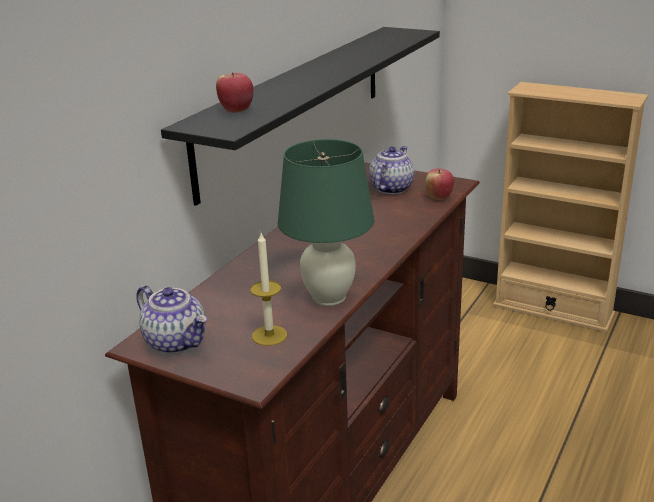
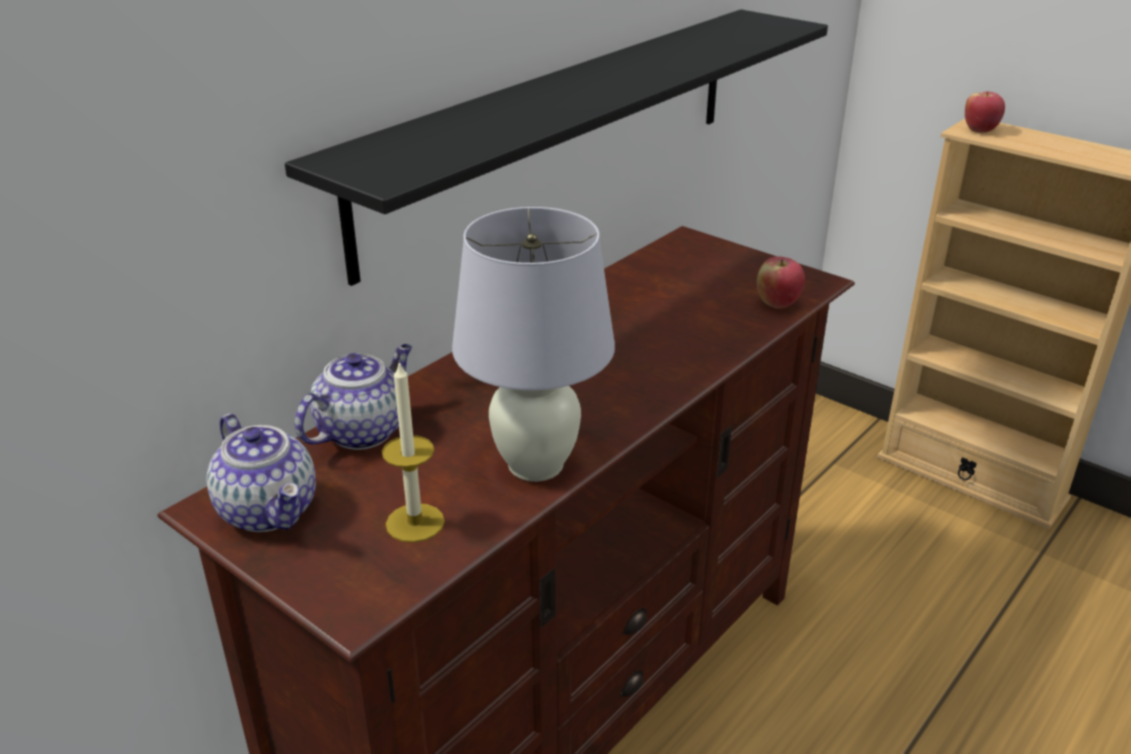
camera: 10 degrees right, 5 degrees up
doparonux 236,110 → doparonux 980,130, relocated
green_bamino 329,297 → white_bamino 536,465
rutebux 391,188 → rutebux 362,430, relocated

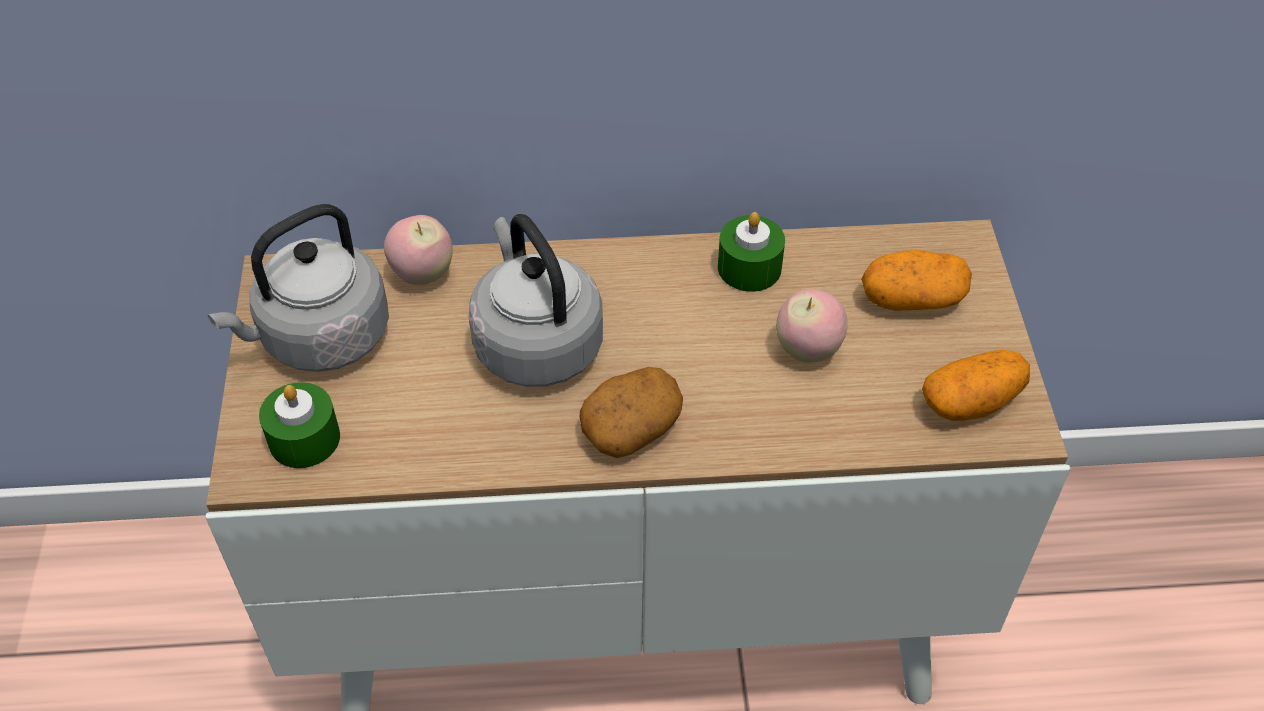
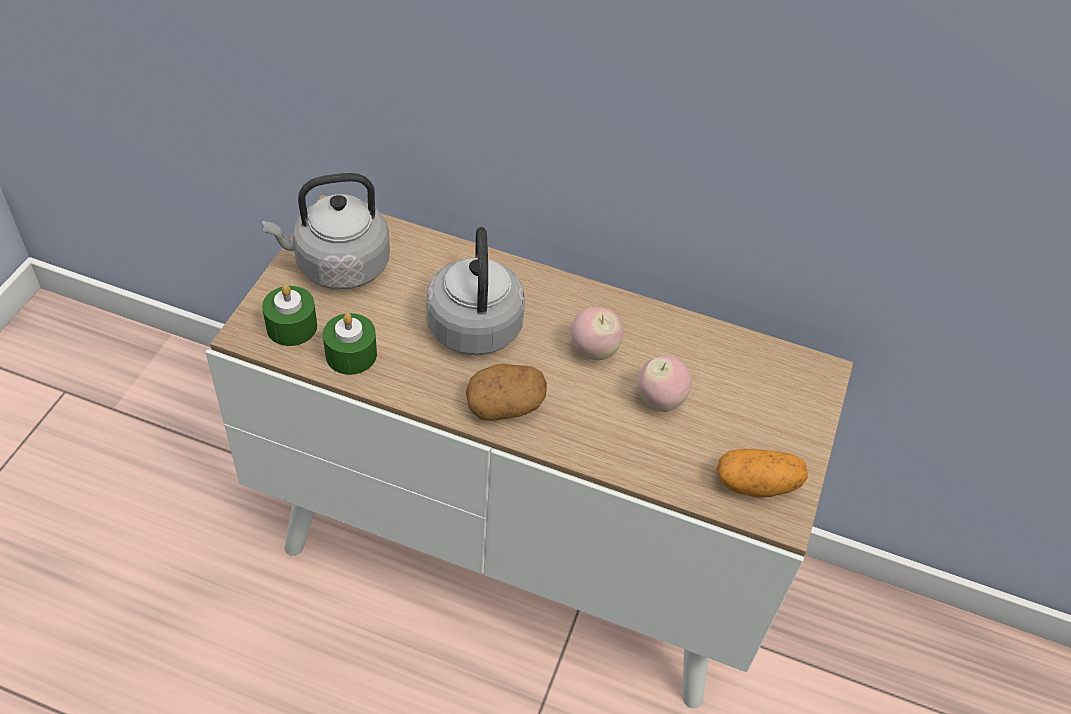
camera: 20 degrees right, 0 degrees up
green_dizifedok 749,268 → green_dizifedok 351,354, relocated
doparonux 423,274 → doparonux 593,351, relocated
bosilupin 912,299 → -

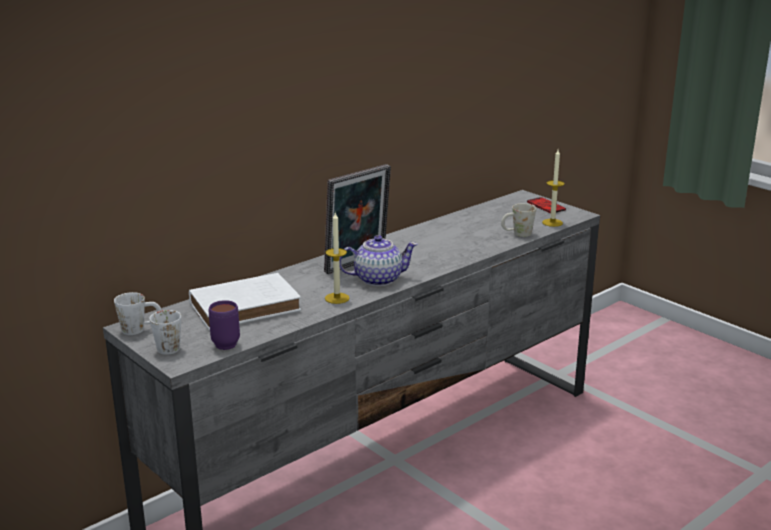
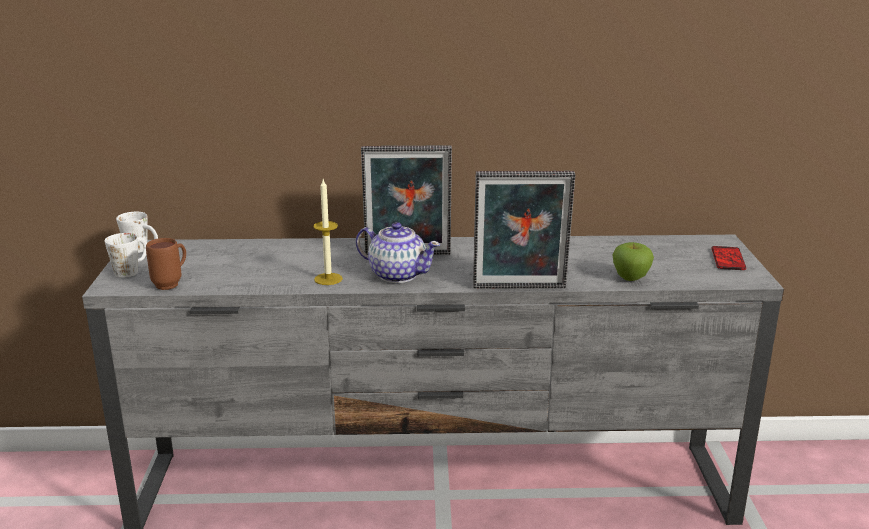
camera: 40 degrees right, 0 degrees up
dizifedok 552,222 → -
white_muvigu 517,234 → doparonux 631,278
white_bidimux 248,306 → -
purple_muvigu 226,342 → brown_muvigu 172,283
- → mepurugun 519,289

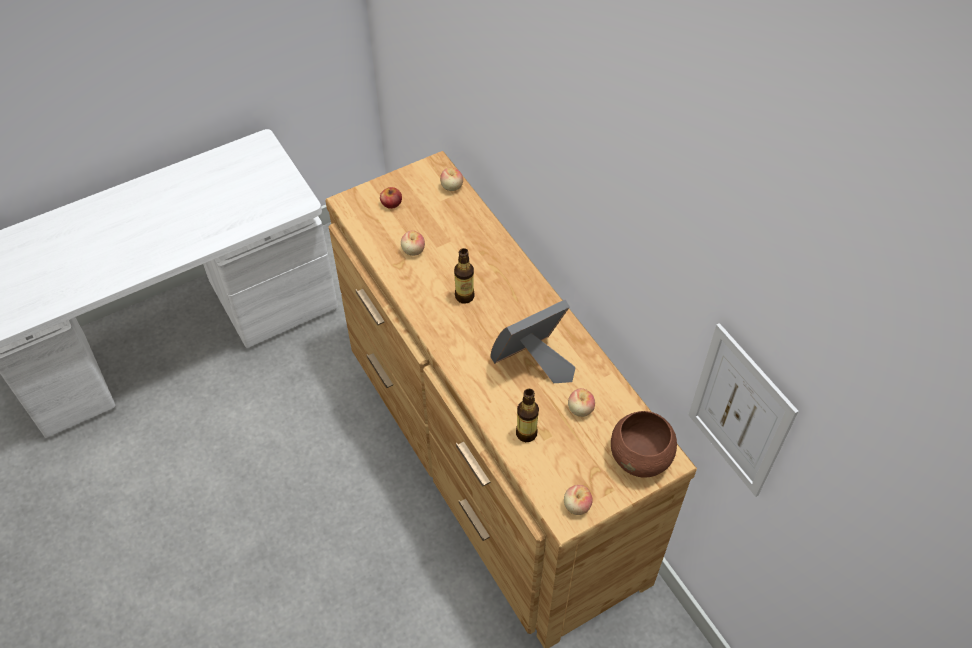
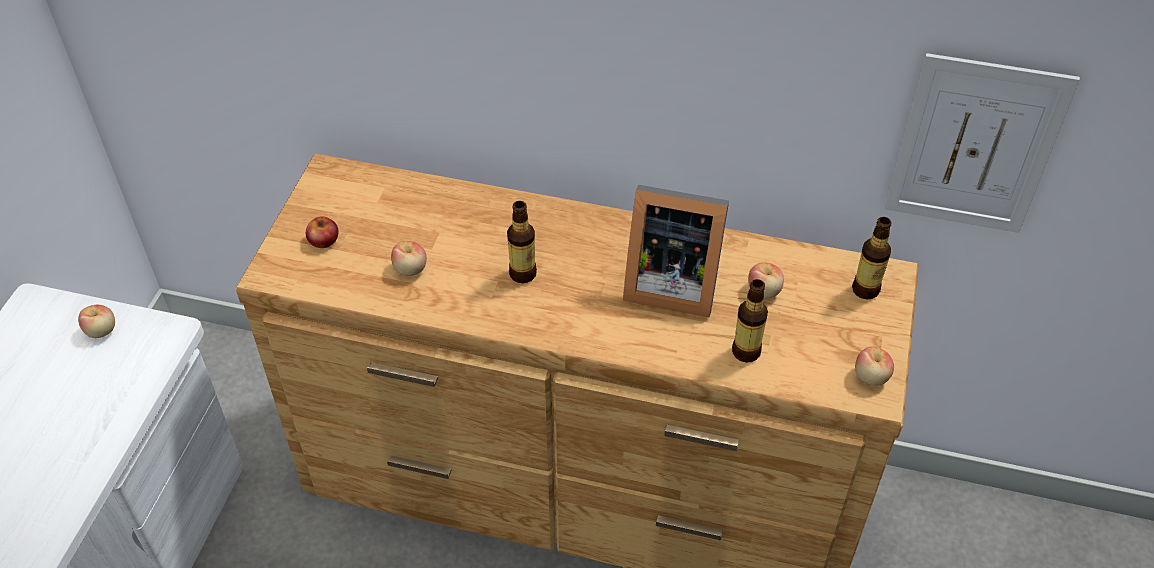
camera: 45 degrees left, 5 degrees down
doparonux 452,187 → doparonux 101,331, relocated
mepurugun 533,362 → mepurugun 669,283, 90 degrees counterclockwise
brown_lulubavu 641,457 → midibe 865,289

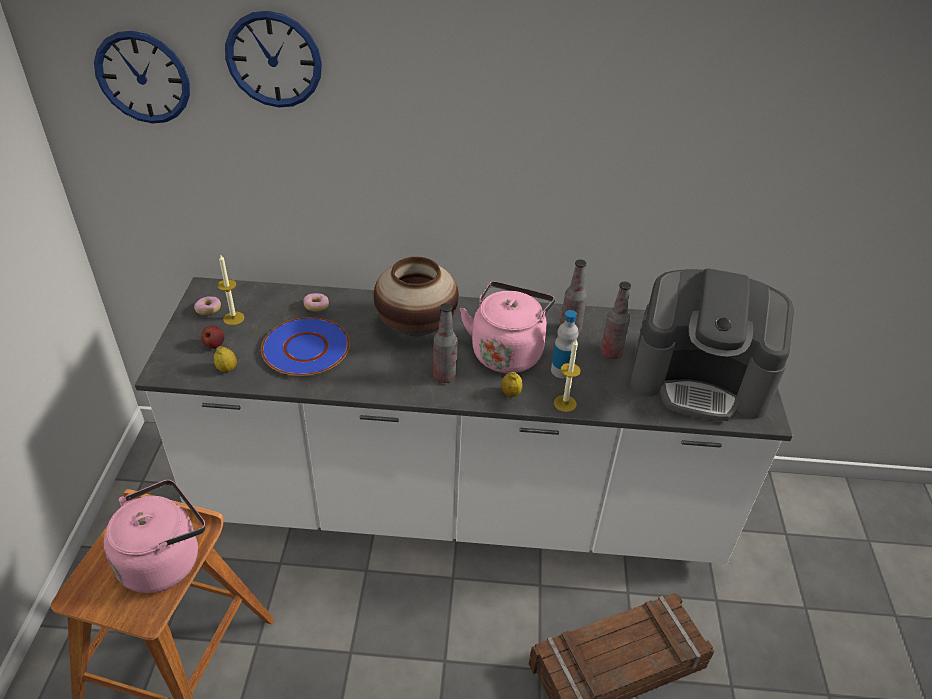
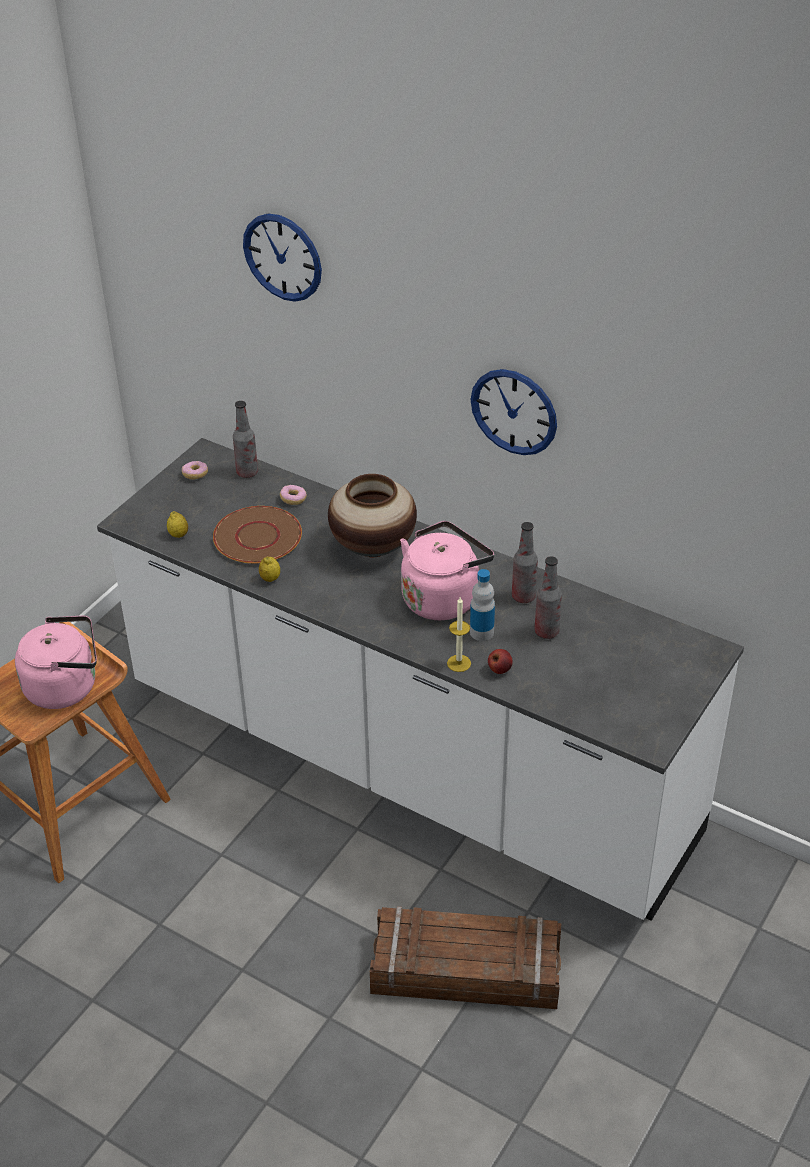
camera: 30 degrees right, 0 degrees up
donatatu 143,78 → donatatu 514,411, relocated
dizifedok 233,318 → -
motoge 700,378 → -
midibe 444,376 → midibe 247,472, relocated
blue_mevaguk 305,348 → brown_mevaguk 257,536
doparonux 214,345 → doparonux 499,669, relocated
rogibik 511,393 → rogibik 270,579, relocated

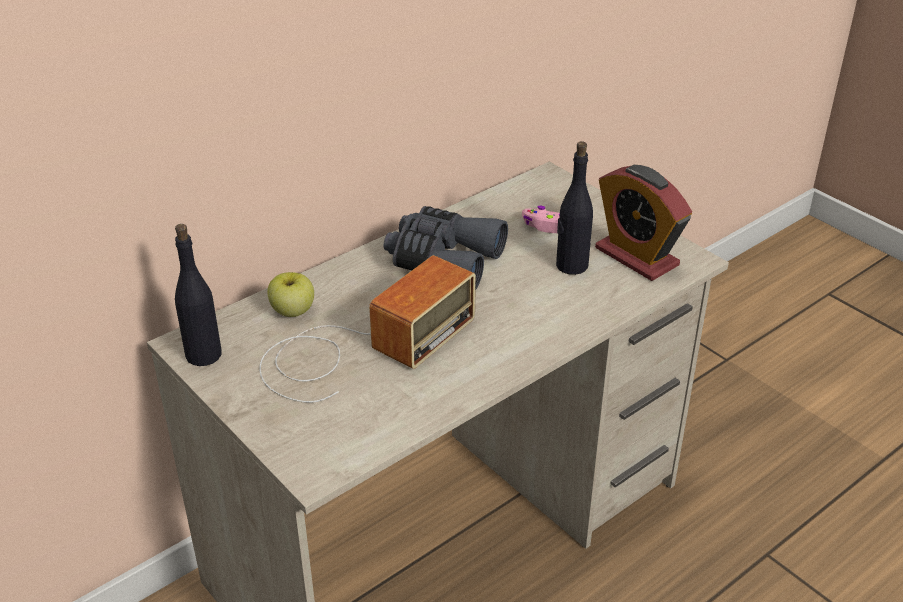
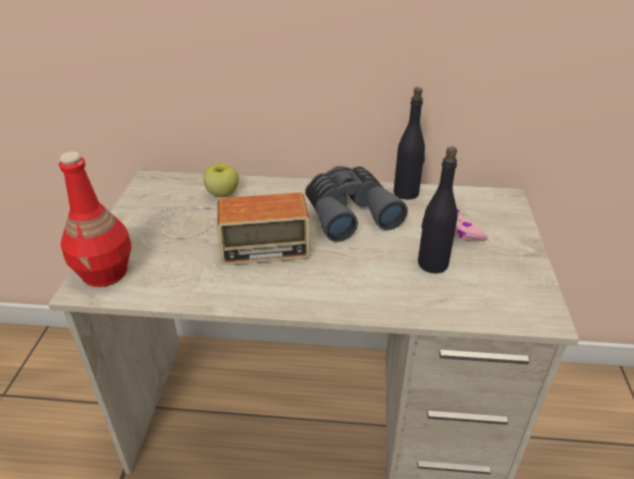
camera: 45 degrees right, 0 degrees up
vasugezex 636,257 → -
black_midibe 204,354 → black_midibe 406,193, relocated
- → red_midibe 106,272

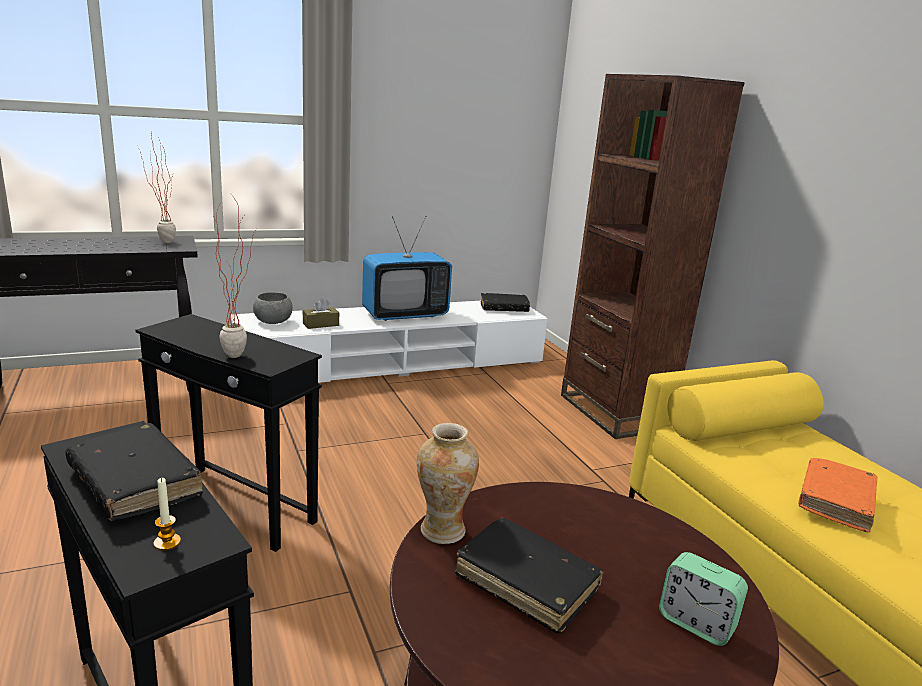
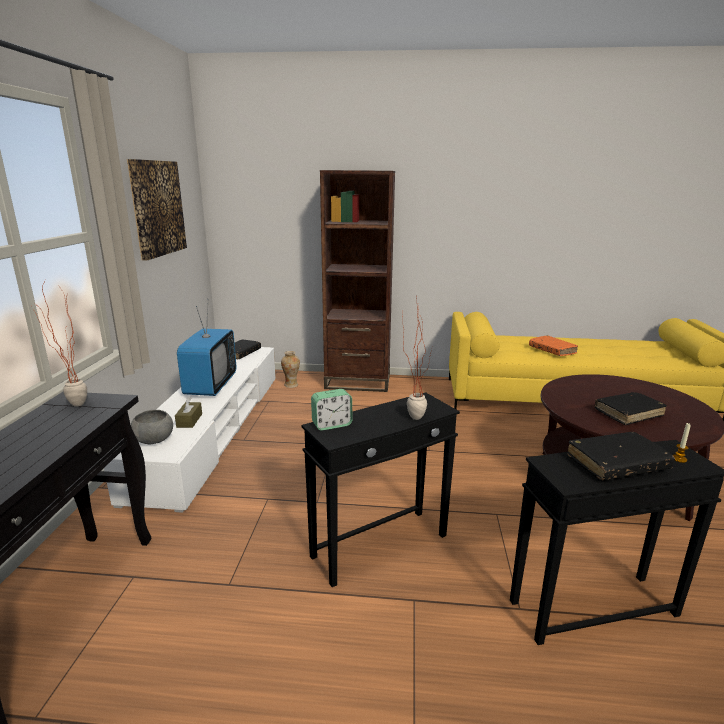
camera: 60 degrees left, 0 degrees up
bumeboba 442,531 → bumeboba 291,385, relocated
vasugezex 696,623 → vasugezex 332,424, relocated
- → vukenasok 157,208

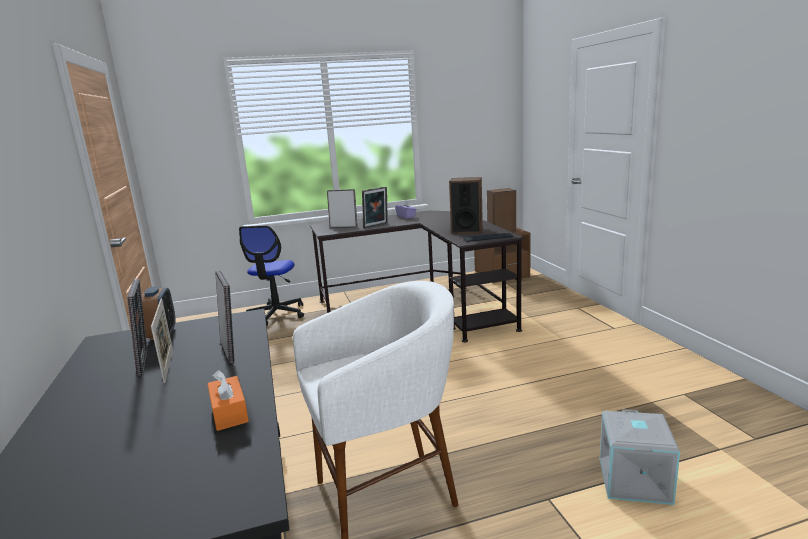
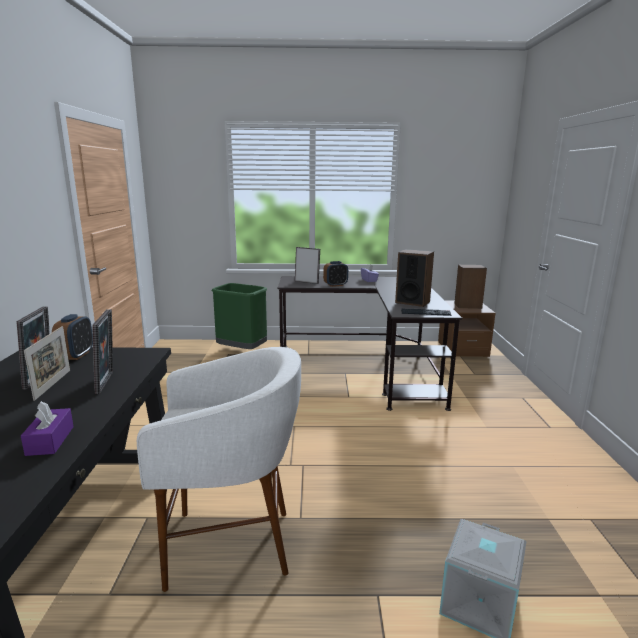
camera: 15 degrees right, 0 degrees up
mepurugun 376,225 → vasugezex 335,285
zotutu 276,314 → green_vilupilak 241,351
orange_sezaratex 229,412 → purple_sezaratex 50,440

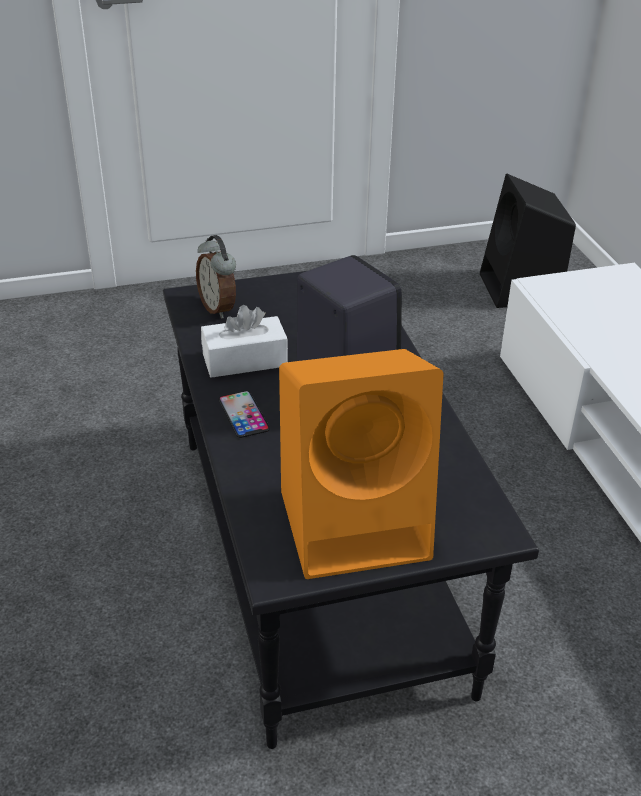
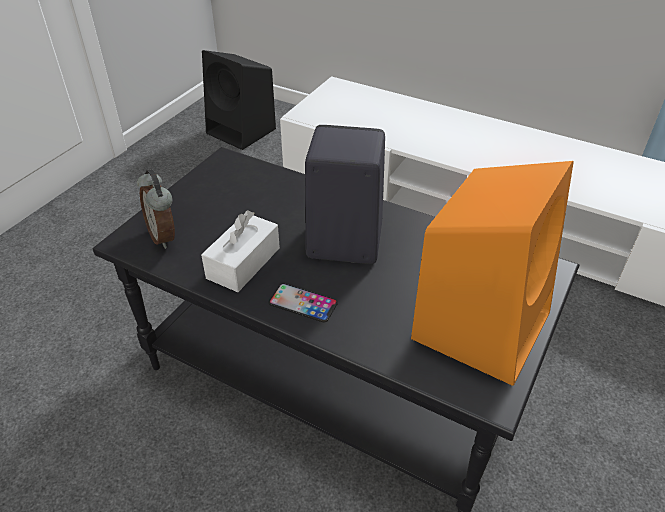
camera: 45 degrees left, 5 degrees up
vasugezex 219,308 → vasugezex 164,236, 45 degrees clockwise

